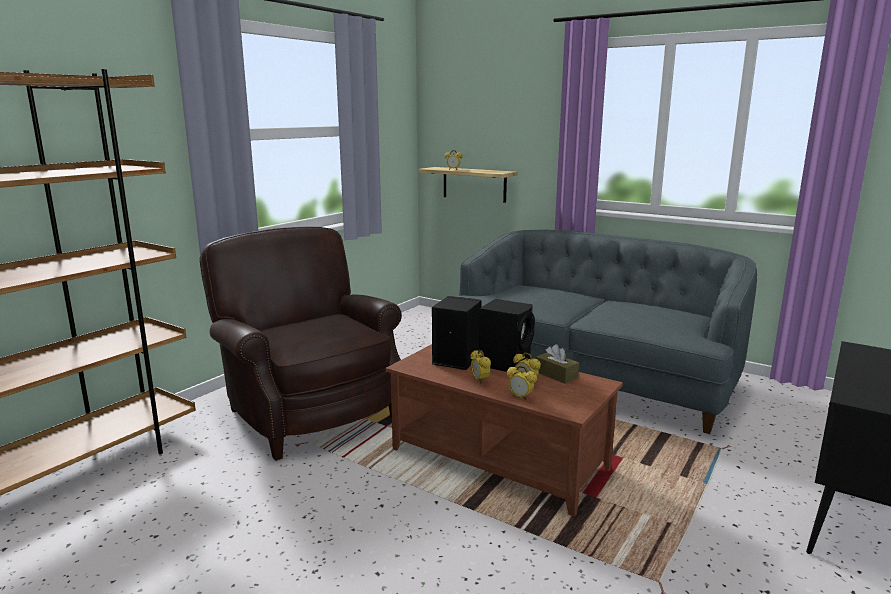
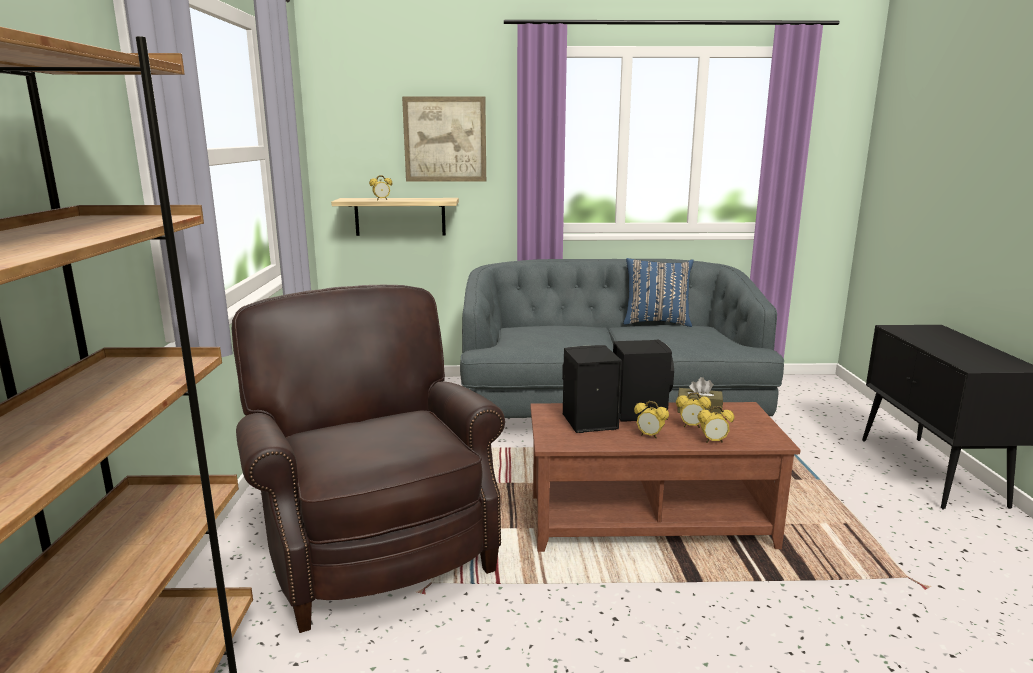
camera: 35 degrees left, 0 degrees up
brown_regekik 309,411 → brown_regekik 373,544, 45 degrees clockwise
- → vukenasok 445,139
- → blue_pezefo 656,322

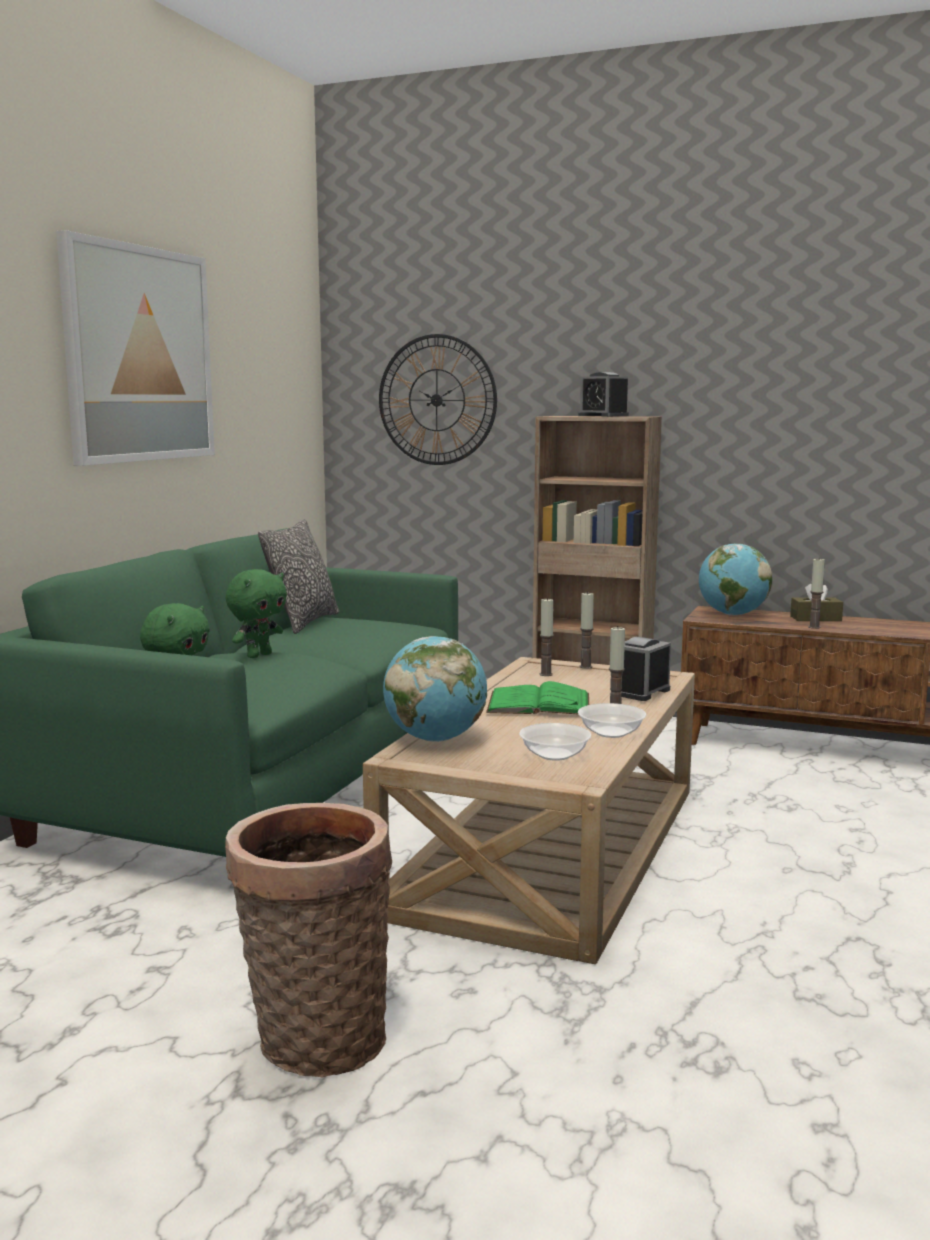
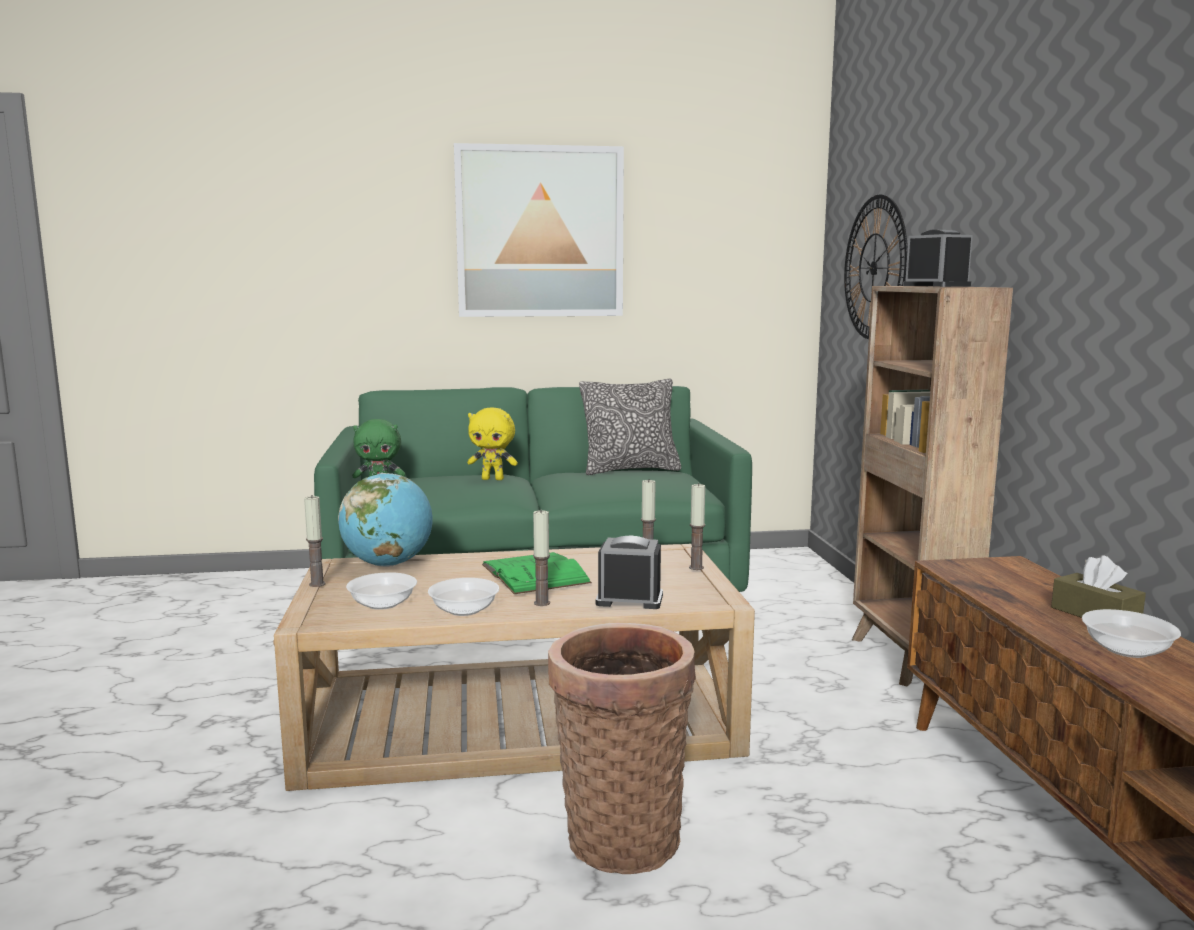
camera: 60 degrees right, 0 degrees up
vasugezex 603,416 → vasugezex 936,286, 135 degrees clockwise
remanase 732,614 → -
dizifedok 814,627 → dizifedok 317,584, relocated
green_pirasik 258,655 → yellow_pirasik 493,479
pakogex 314,1039 → pakogex 620,834, relocated
- → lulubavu 1127,650

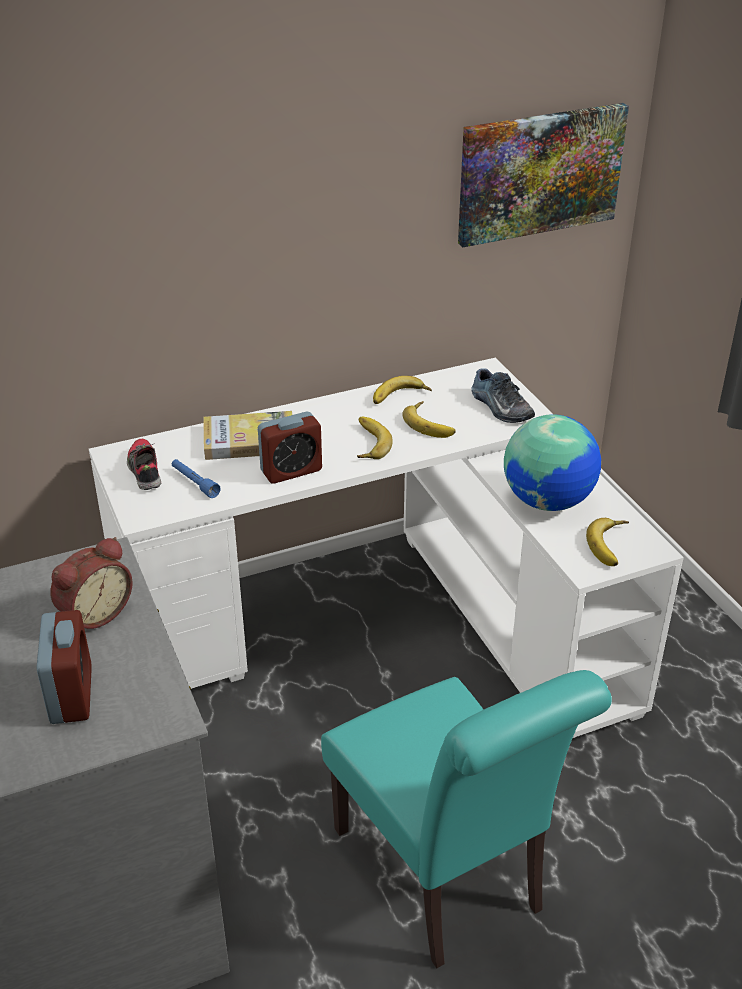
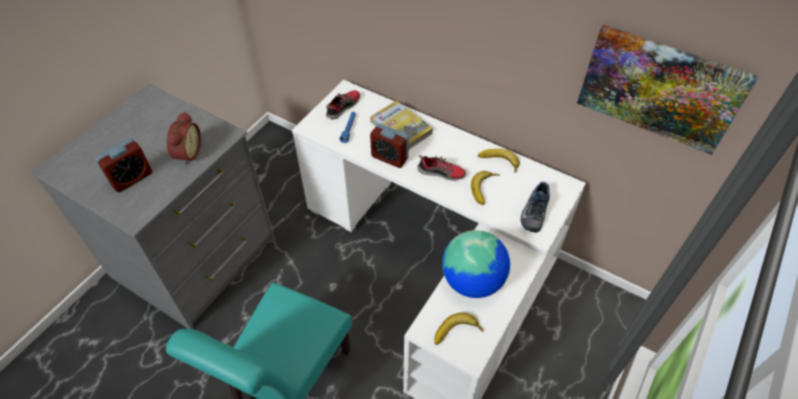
camera: 55 degrees right, 15 degrees up
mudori 367,443 → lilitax 441,173
vasugezex 94,613 → vasugezex 187,153, 90 degrees counterclockwise

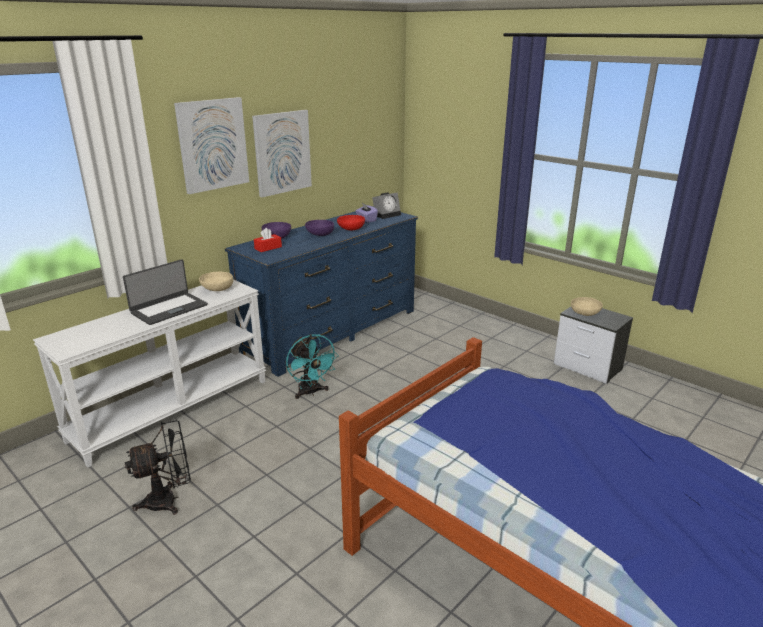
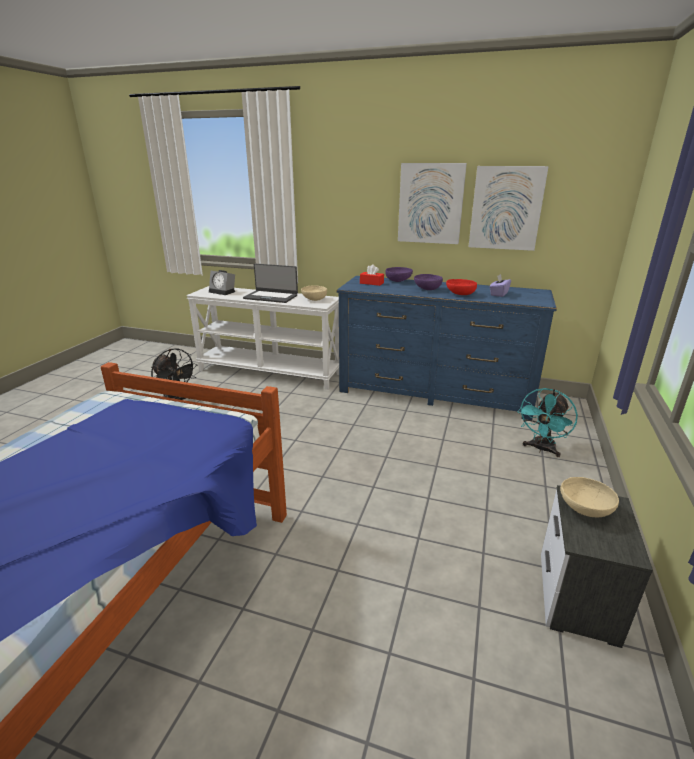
camera: 65 degrees right, 0 degrees up
vukenasok 212,144 → vukenasok 506,208, relocated
vasugezex 387,214 → vasugezex 223,292, relocated
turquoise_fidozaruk 311,392 → turquoise_fidozaruk 541,449, relocated

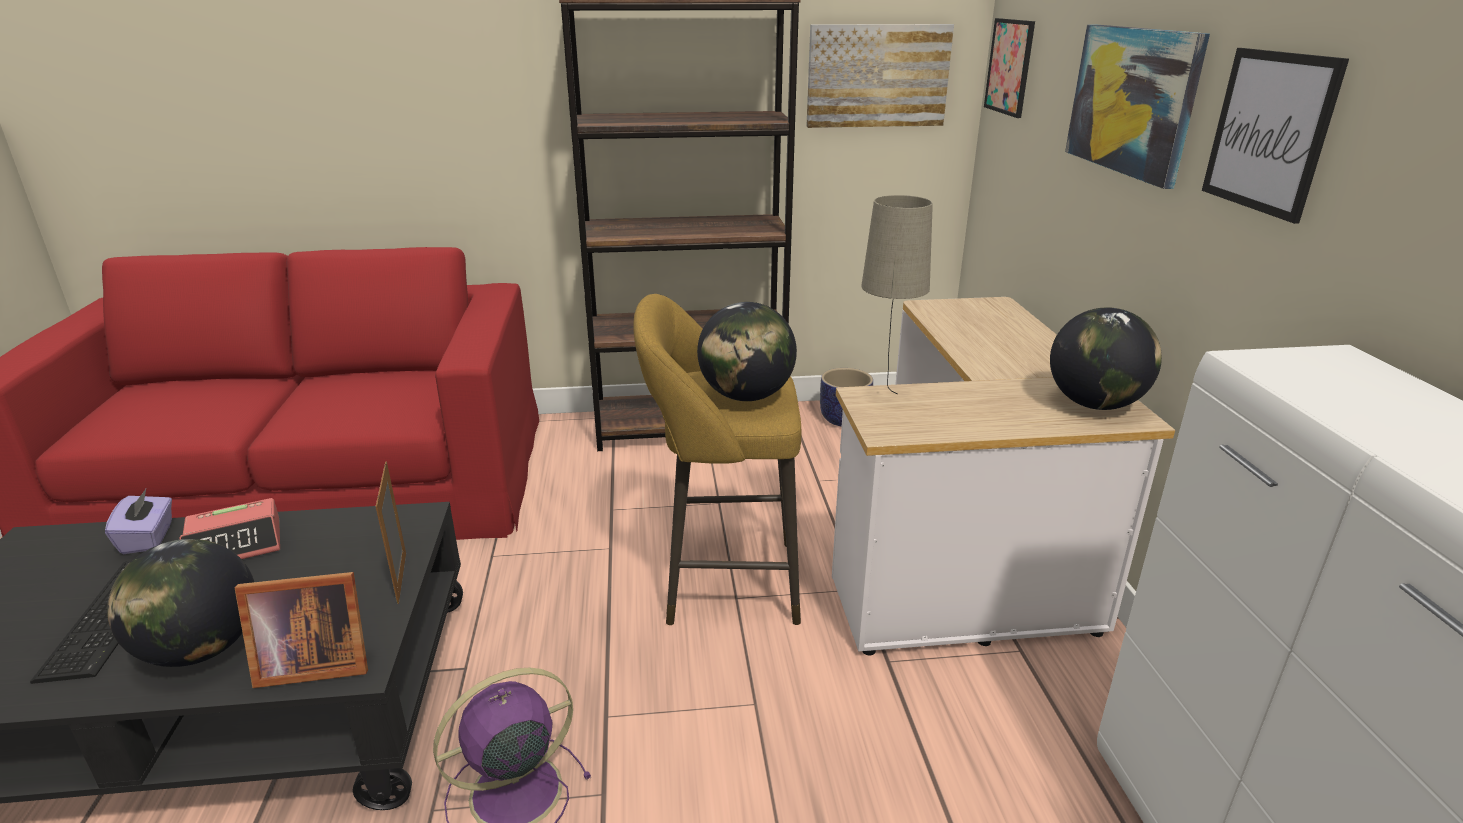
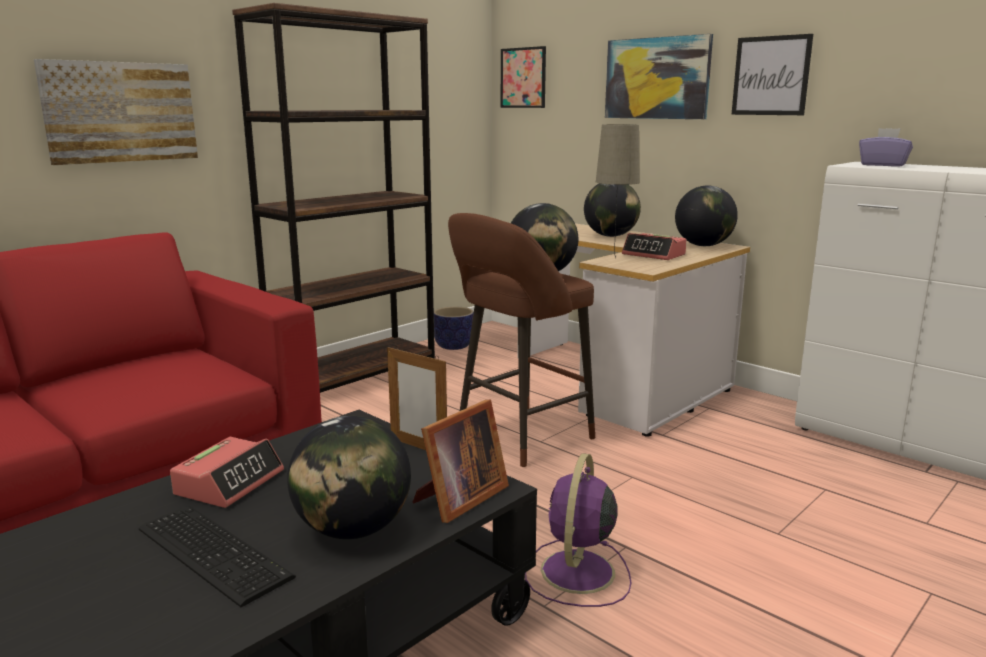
camera: 40 degrees left, 10 degrees down
vukenasok 877,76 → vukenasok 120,112, relocated
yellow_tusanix 722,581 → brown_tusanix 518,437
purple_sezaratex 148,538 → purple_sezaratex 883,165, relocated
- → remanase 610,236
- → vasugezex 654,255

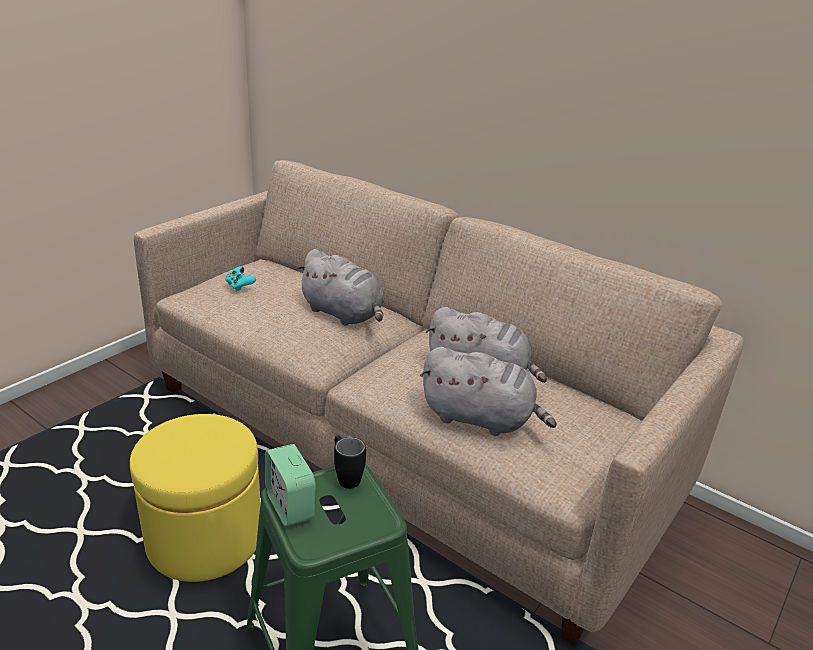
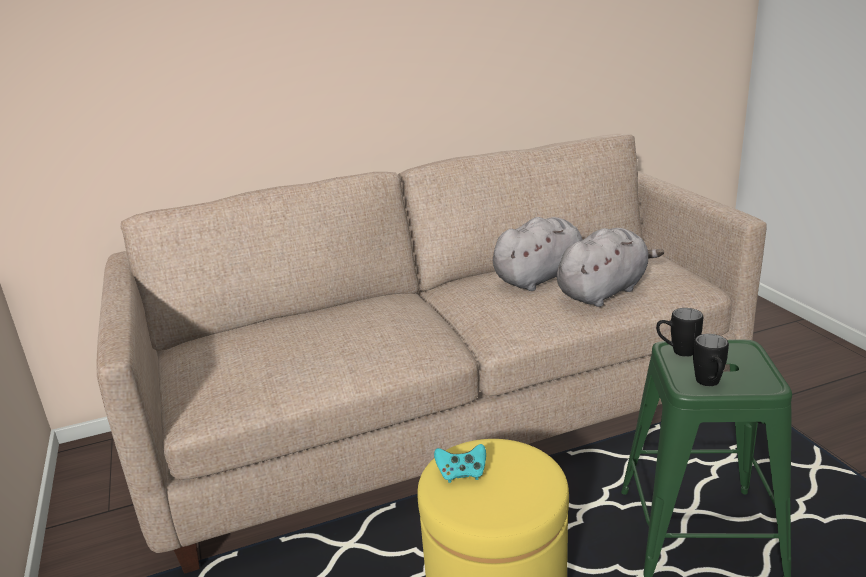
camera: 55 degrees left, 5 degrees down
grey_pirasik 344,314 → -
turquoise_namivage 240,286 → turquoise_namivage 461,473, relocated
vasugezex 290,506 → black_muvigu 709,384

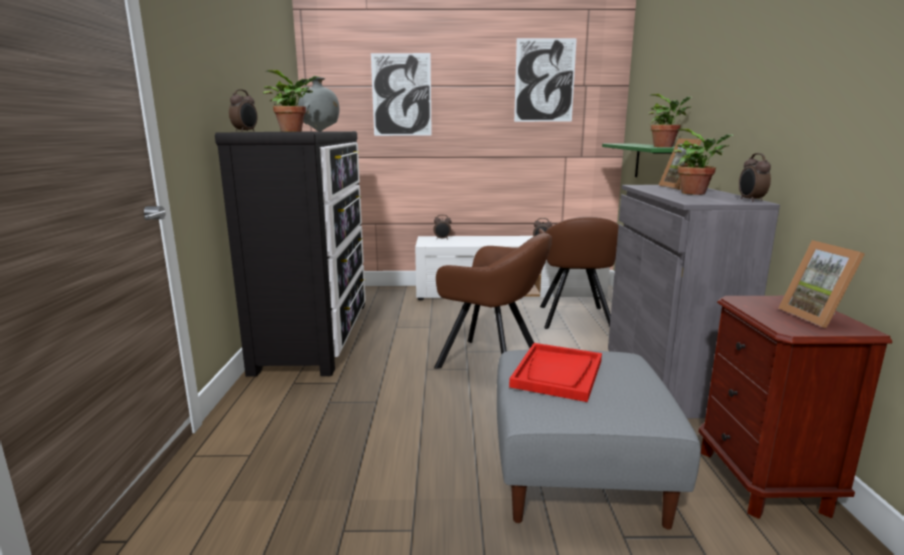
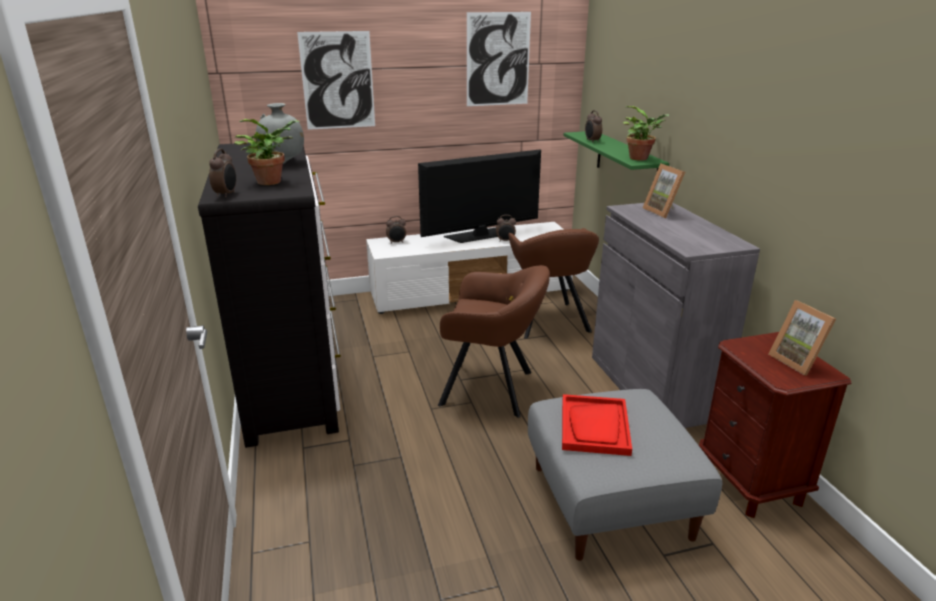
camera: 15 degrees left, 10 degrees up
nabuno 696,193 → -
vasugezex 750,200 → vasugezex 592,141, relocated
- → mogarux 480,235

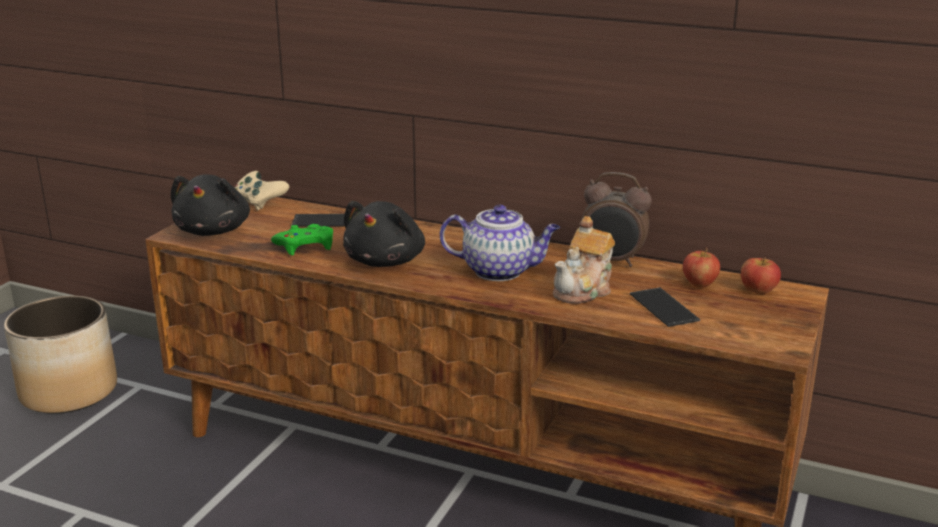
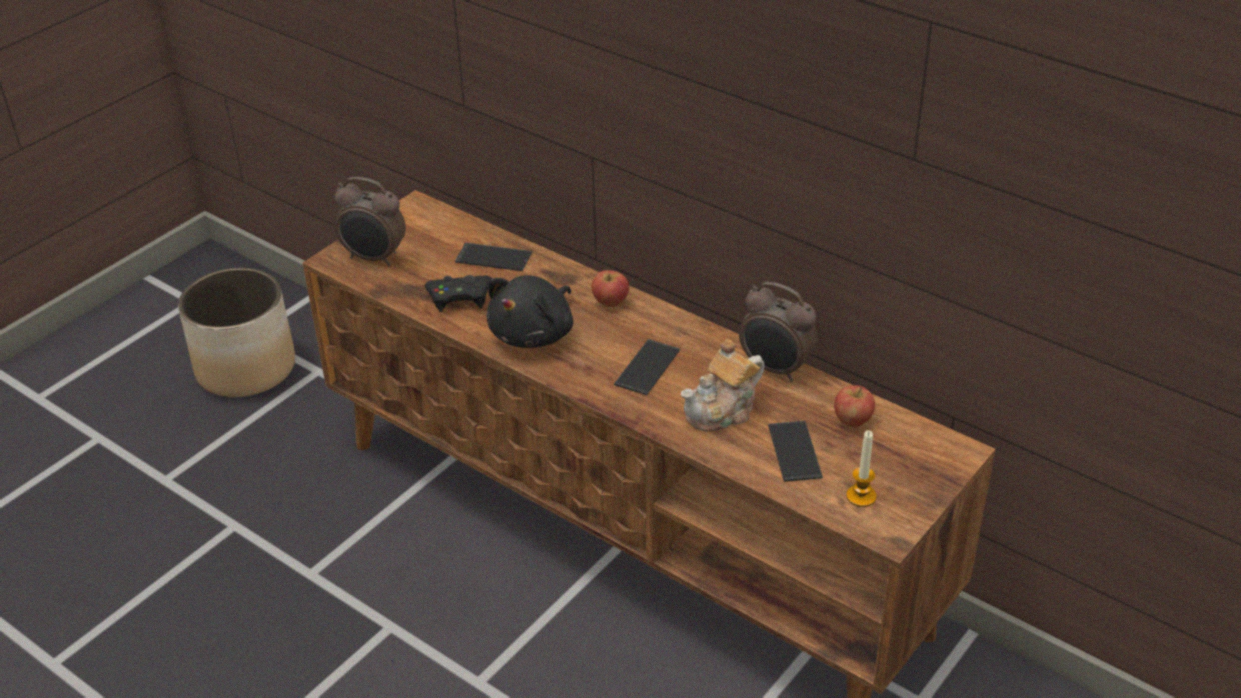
camera: 15 degrees right, 15 degrees up
beige_namivage 259,203 → -
black_pirasik 214,230 → vasugezex 374,258
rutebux 500,271 → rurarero 647,367
green_namivage 305,246 → black_namivage 460,297
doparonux 758,291 → doparonux 610,302, relocated
- → dizifedok 861,496

